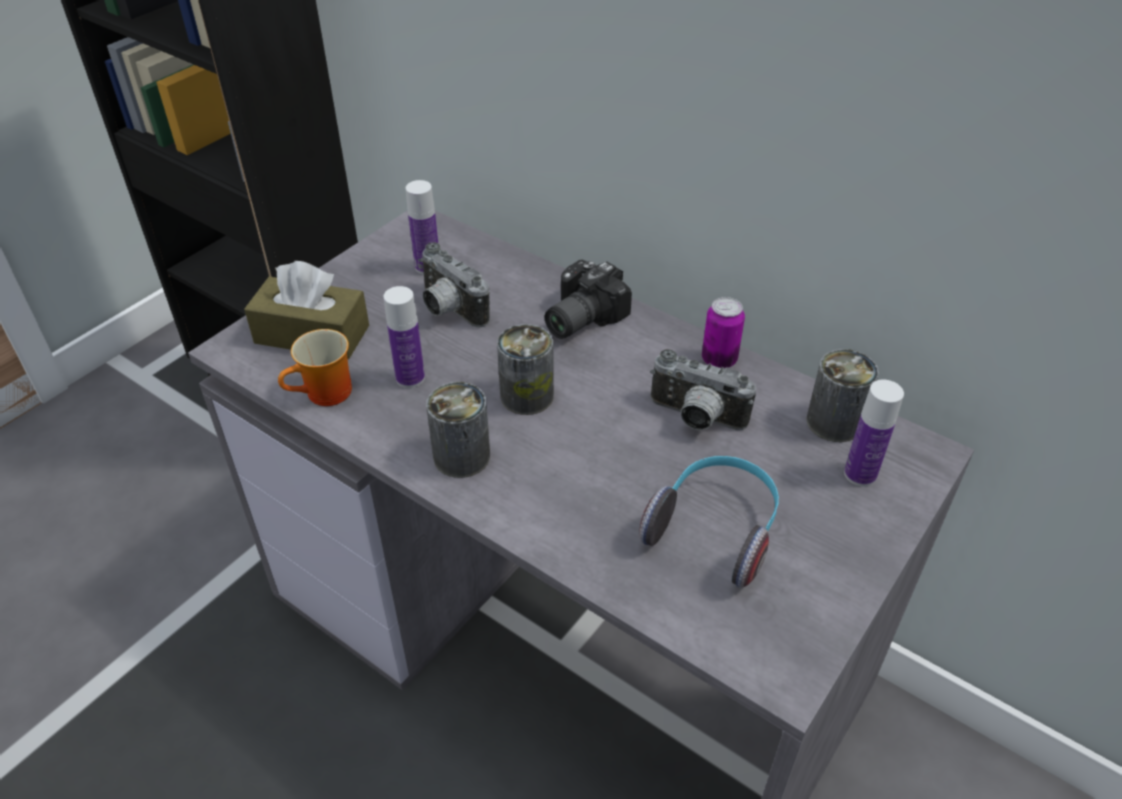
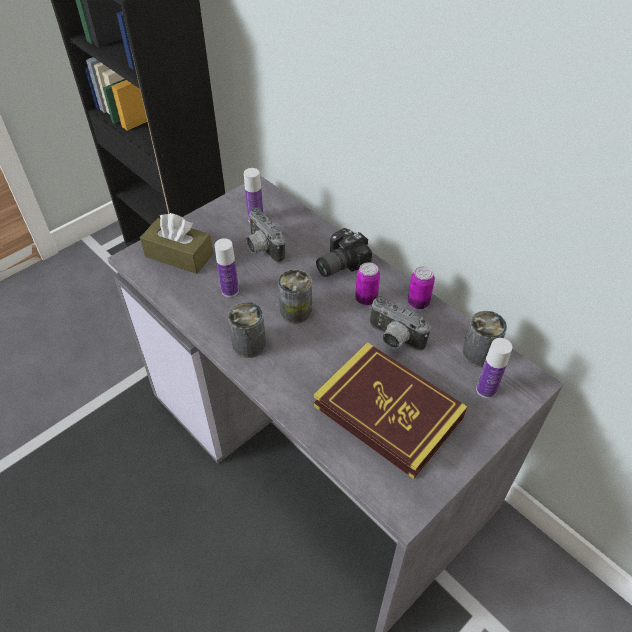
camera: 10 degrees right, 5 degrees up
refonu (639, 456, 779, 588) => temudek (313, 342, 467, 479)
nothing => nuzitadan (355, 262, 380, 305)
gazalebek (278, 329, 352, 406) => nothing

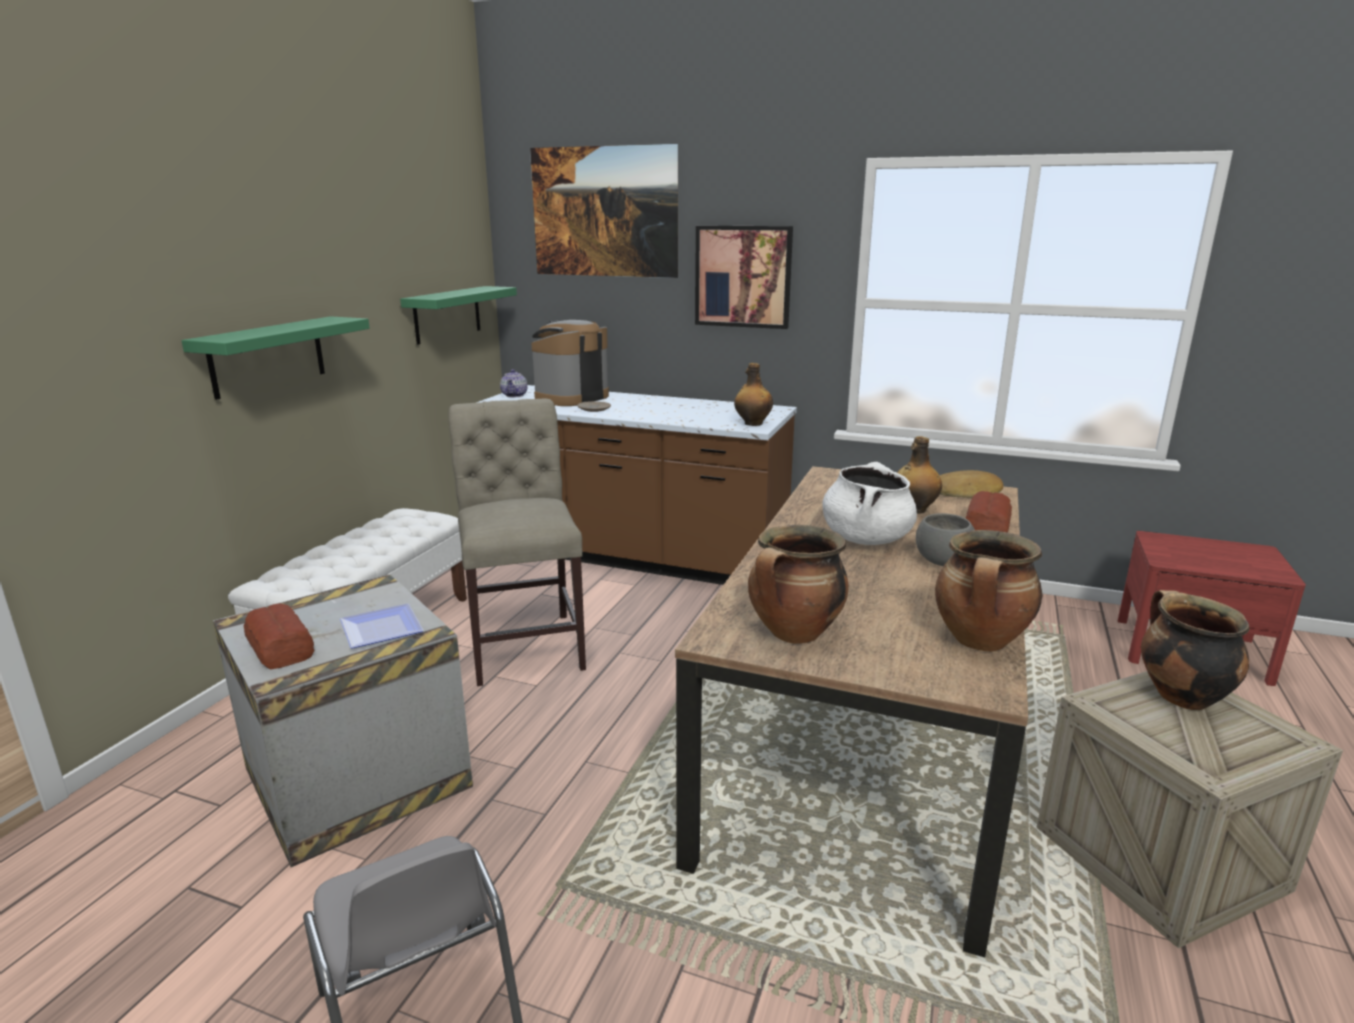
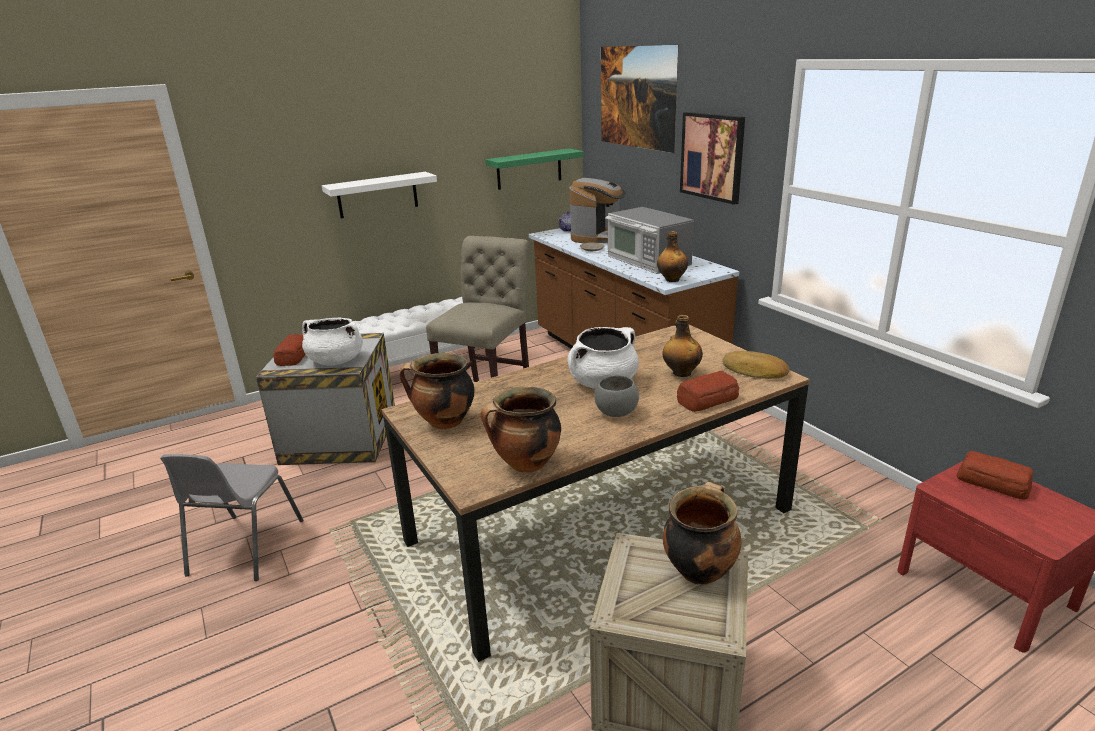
camera: 40 degrees right, 5 degrees up
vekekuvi (340, 604, 424, 649) => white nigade (302, 318, 363, 366)
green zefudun (181, 316, 370, 400) => white zefudun (322, 172, 437, 218)
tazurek (531, 320, 609, 406) => tazurek (569, 178, 626, 244), 135 degrees clockwise
nothing => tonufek (605, 207, 694, 274)
nothing => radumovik (957, 451, 1033, 500)

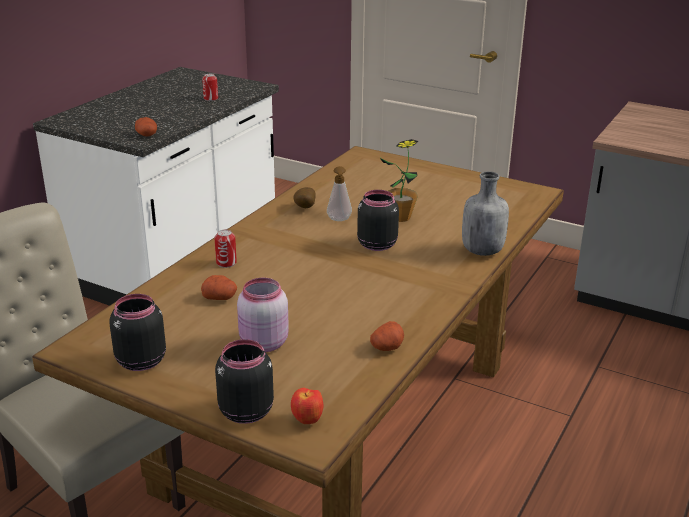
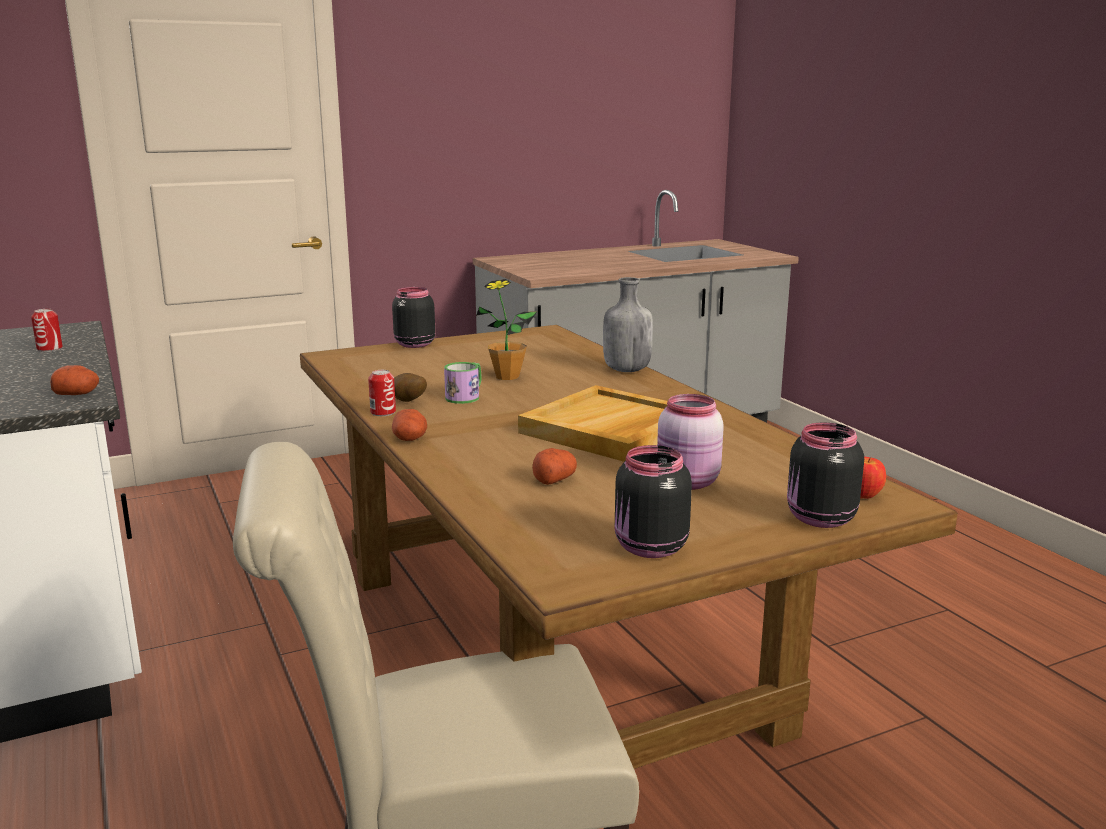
camera: 55 degrees left, 10 degrees down
nuzitadan (215, 230, 237, 268) => nuzitadan (368, 370, 396, 416), move
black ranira (357, 190, 399, 251) => black ranira (392, 287, 435, 348), move
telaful (370, 321, 404, 351) => telaful (392, 409, 427, 441), move
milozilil (327, 166, 352, 221) => gazalebek (444, 362, 482, 404)
nothing => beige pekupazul (518, 385, 668, 462)

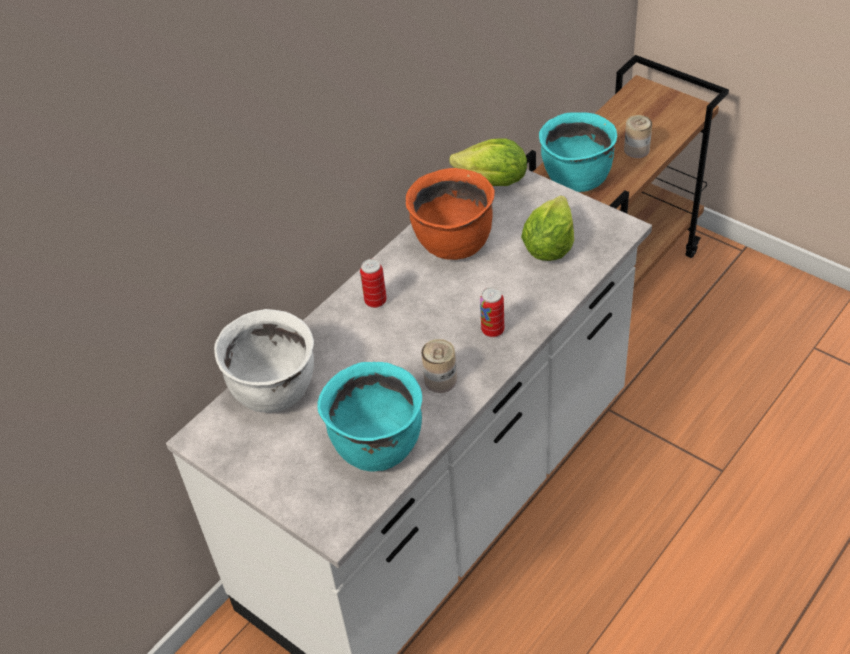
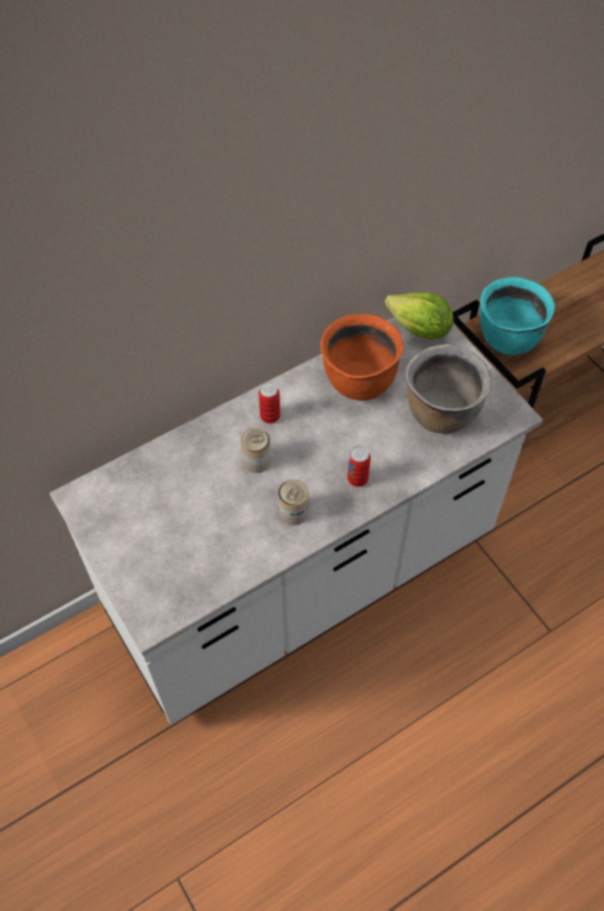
camera: 15 degrees right, 10 degrees up
nuzitadan (624, 115, 652, 158) => nuzitadan (240, 428, 271, 473), move
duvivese (521, 196, 574, 261) => brown nigade (406, 344, 491, 434)
white nigade (214, 309, 314, 413) => nothing
turquoise nigade (318, 362, 422, 472) => nothing

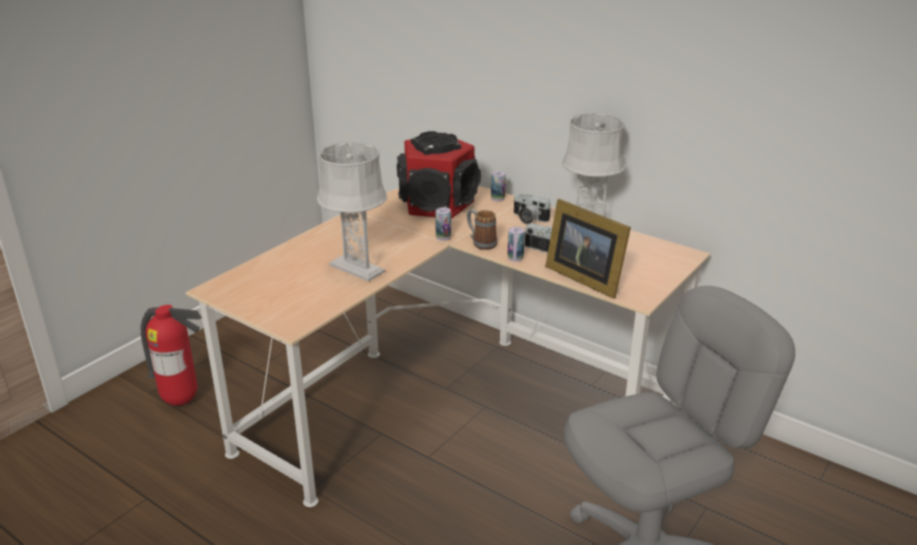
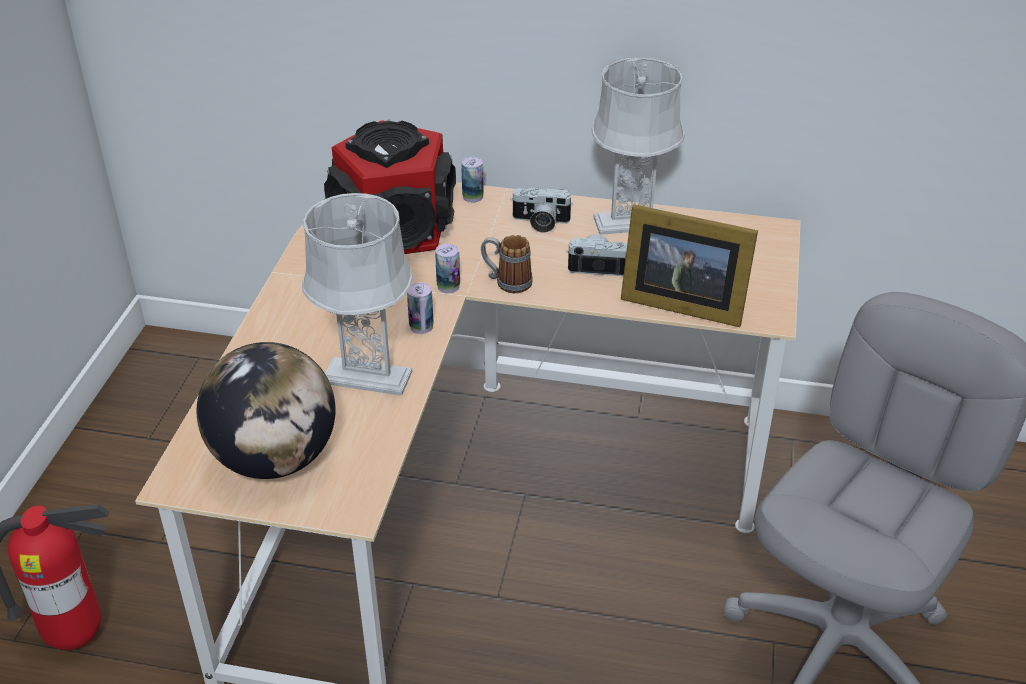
camera: 25 degrees left, 10 degrees up
nothing => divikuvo (197, 342, 336, 479)
nuzitadan (508, 227, 525, 262) => nuzitadan (407, 282, 434, 334), move

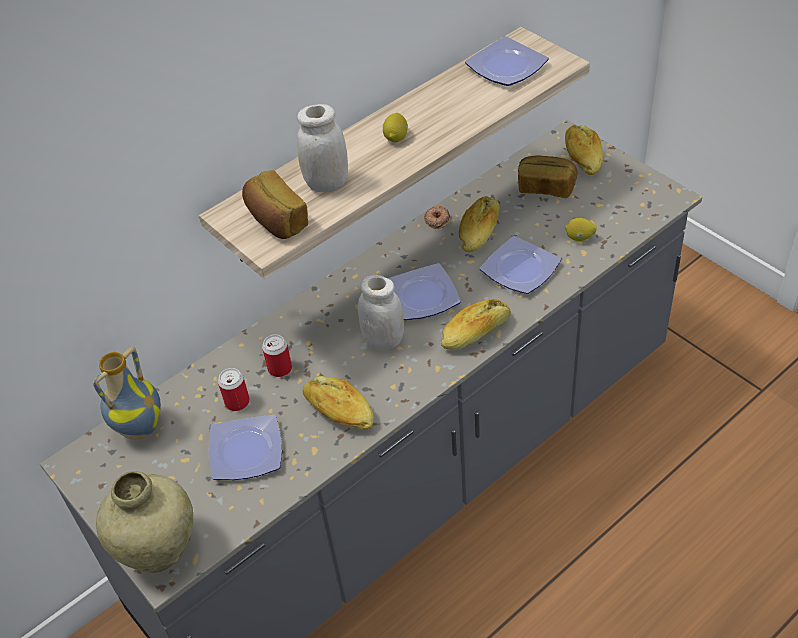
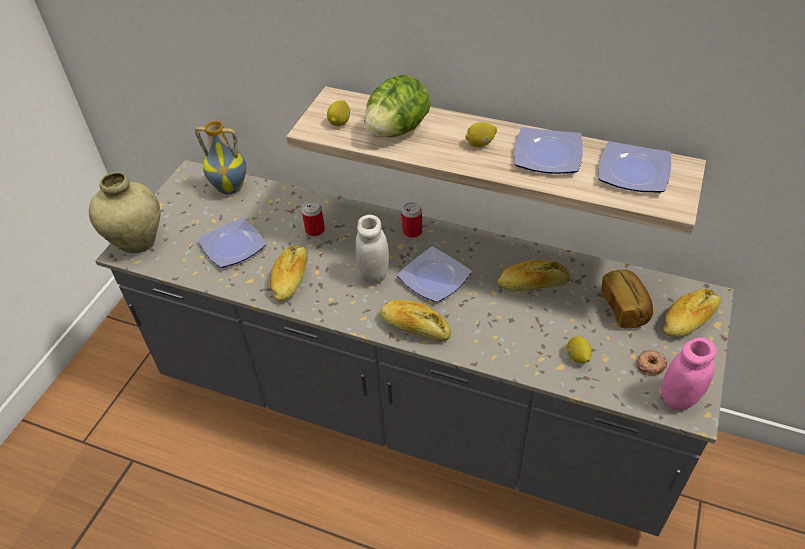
camera: 60 degrees right, 0 degrees up
radumovik (242, 170, 308, 239) => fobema (327, 100, 350, 126)
white ranira (297, 104, 348, 192) => duvivese (364, 75, 431, 137)
nuzitadan (218, 368, 250, 411) => nuzitadan (402, 202, 422, 238), move
vekekuvi (480, 236, 561, 294) => vekekuvi (514, 127, 583, 174), move
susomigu (424, 206, 450, 229) => susomigu (637, 350, 667, 376), move
nothing => pink ranira (662, 337, 717, 410)

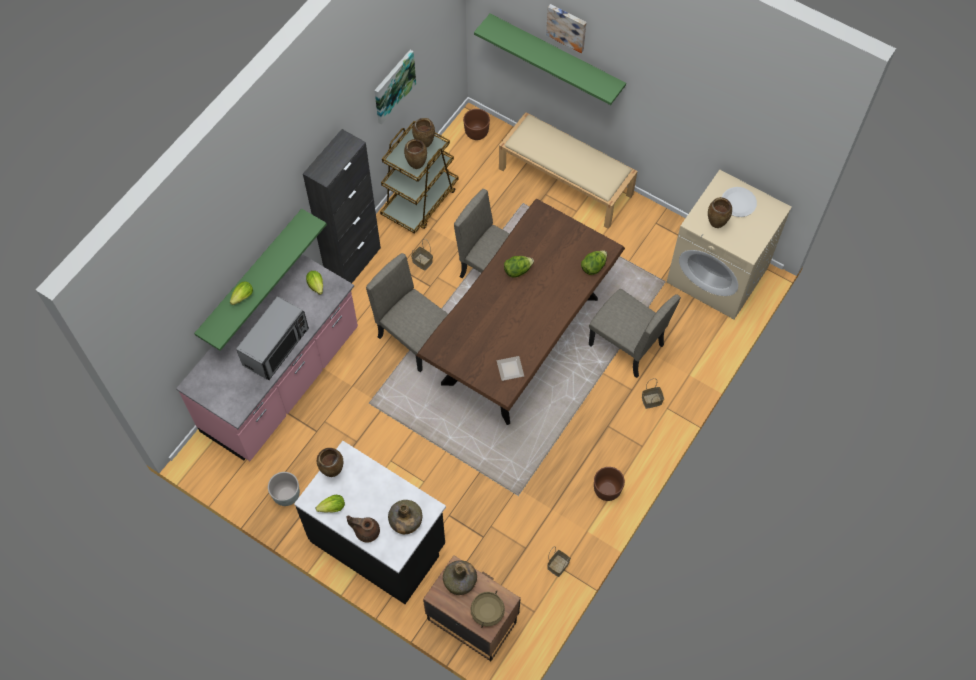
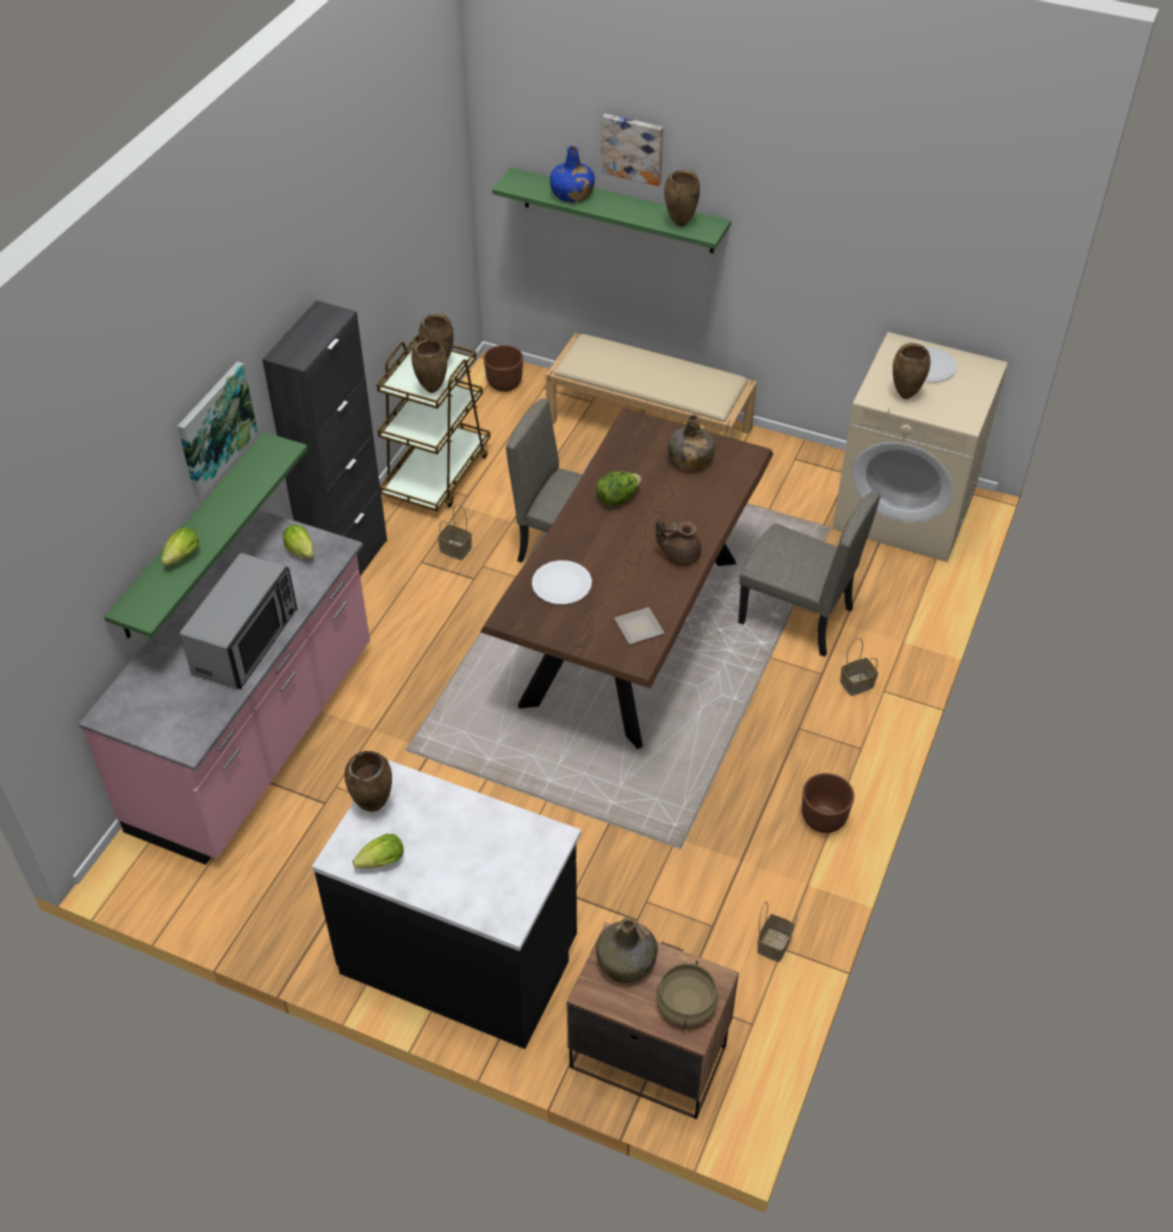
camera: 10 degrees left, 15 degrees down
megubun (374, 50, 416, 124) => megubun (177, 362, 258, 498), move
nothing => white vekekuvi (532, 560, 592, 605)
nothing => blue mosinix (550, 146, 595, 203)
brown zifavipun (346, 515, 380, 543) => brown zifavipun (656, 519, 701, 566), move
nothing => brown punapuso (664, 170, 700, 227)
green mosinix (388, 500, 422, 534) => green mosinix (668, 415, 715, 471), move
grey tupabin (268, 472, 300, 506) => nothing
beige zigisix (366, 253, 448, 372) => nothing
duvivese (581, 250, 607, 275) => nothing

